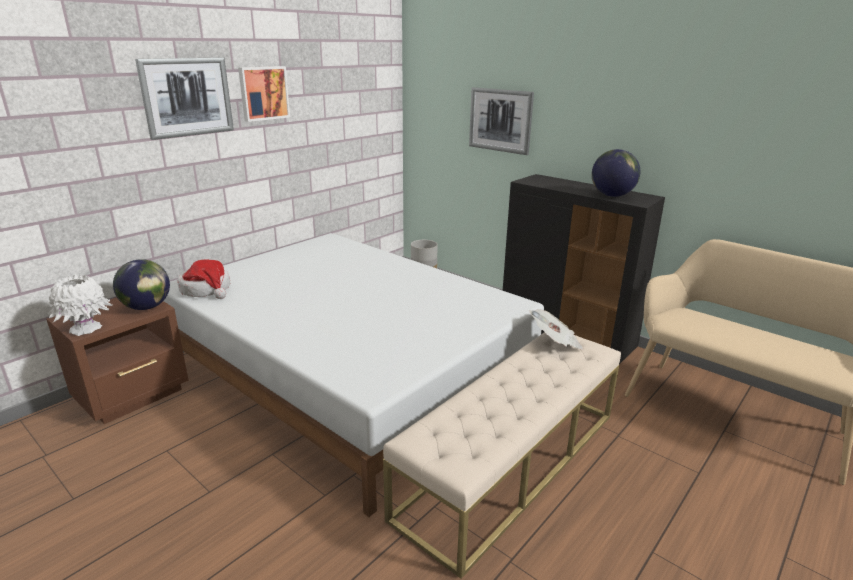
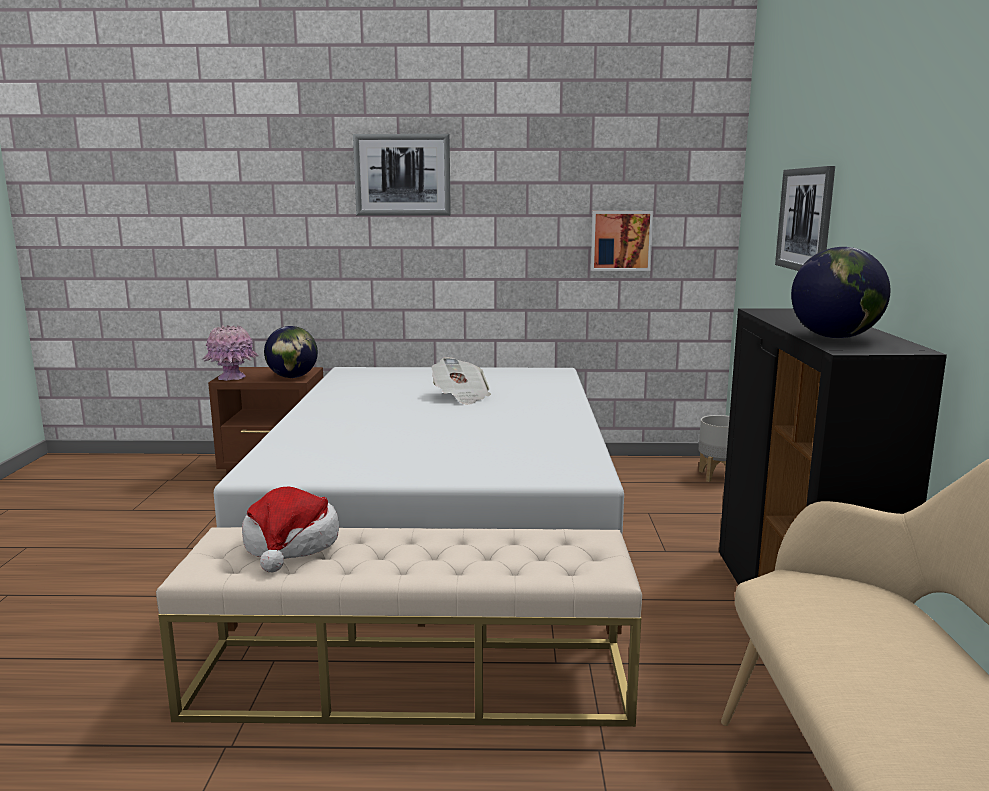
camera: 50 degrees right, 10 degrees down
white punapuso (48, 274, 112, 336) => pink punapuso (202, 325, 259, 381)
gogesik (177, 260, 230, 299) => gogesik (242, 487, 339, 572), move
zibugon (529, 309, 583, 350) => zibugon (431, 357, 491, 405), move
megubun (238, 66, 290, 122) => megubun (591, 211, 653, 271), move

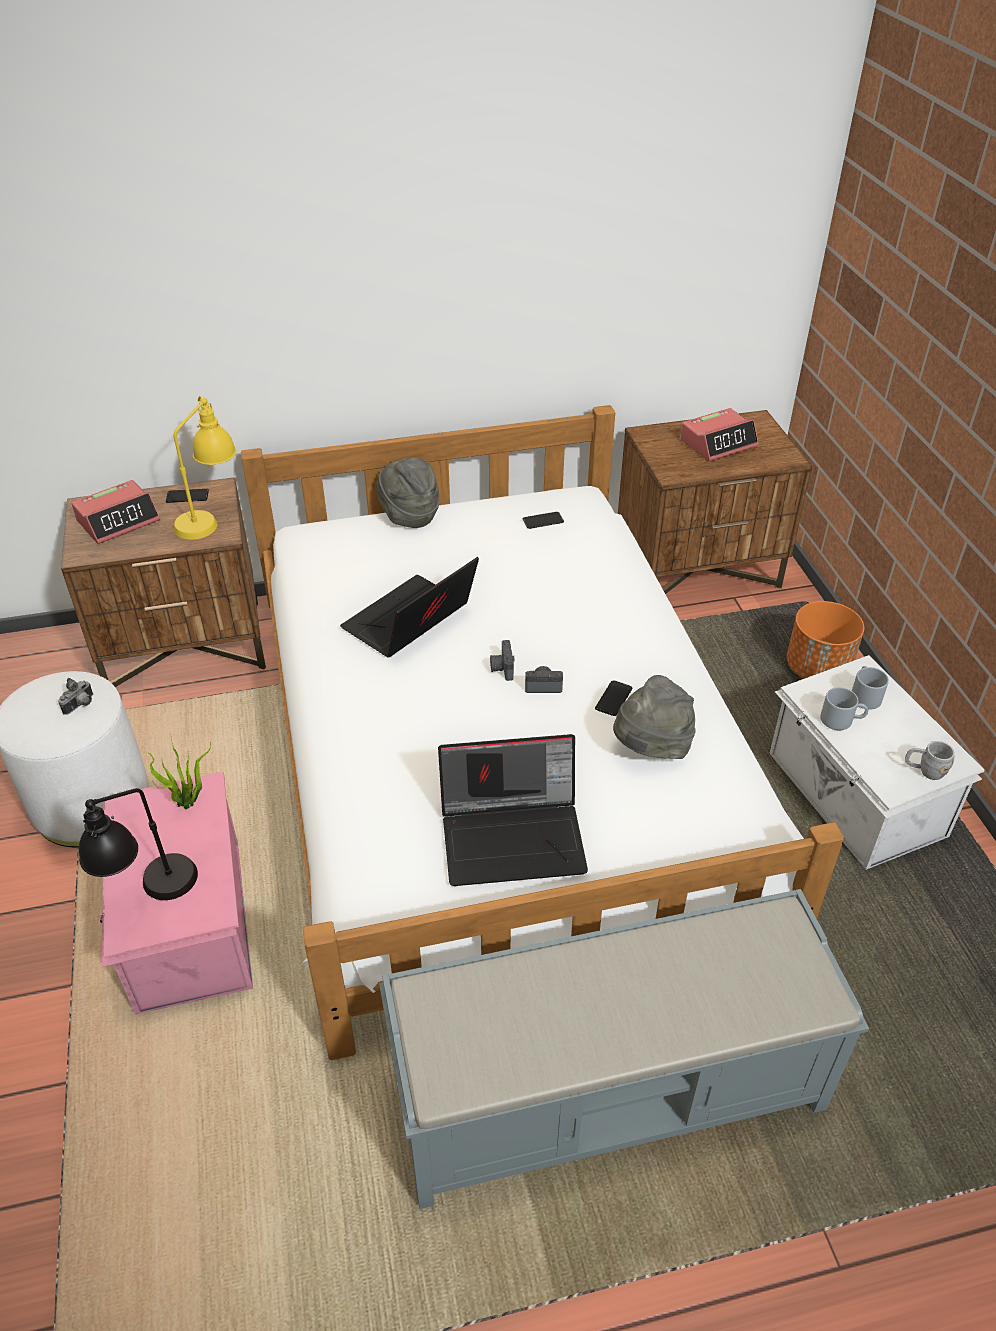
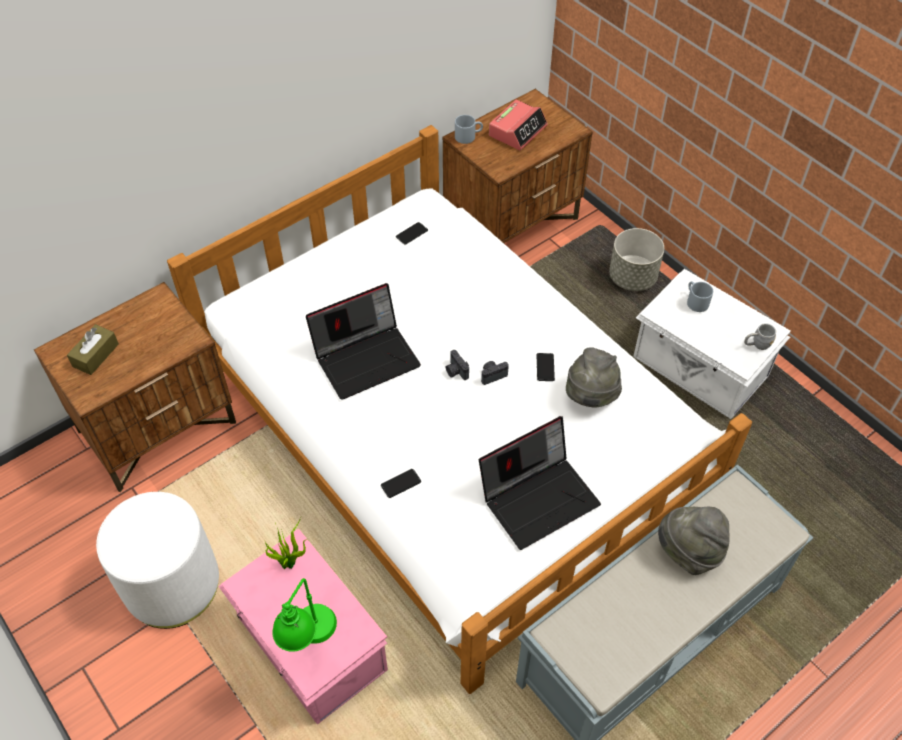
camera: 25 degrees left, 10 degrees up
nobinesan (72, 480, 160, 544) => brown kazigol (67, 324, 119, 375)
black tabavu (79, 788, 198, 900) => green tabavu (272, 578, 337, 652)
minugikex (340, 557, 479, 657) => minugikex (306, 283, 421, 400), 135 degrees counterclockwise
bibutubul (166, 489, 209, 503) => bibutubul (381, 469, 421, 498), move
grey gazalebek (820, 687, 868, 730) => grey gazalebek (455, 115, 483, 144), move
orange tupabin (787, 601, 864, 679) => grey tupabin (609, 228, 664, 291)
grey gogesik (376, 457, 440, 528) => grey gogesik (658, 507, 730, 575), move
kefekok (58, 678, 93, 715) => nothing
yellow tabavu (174, 396, 236, 540) => nothing

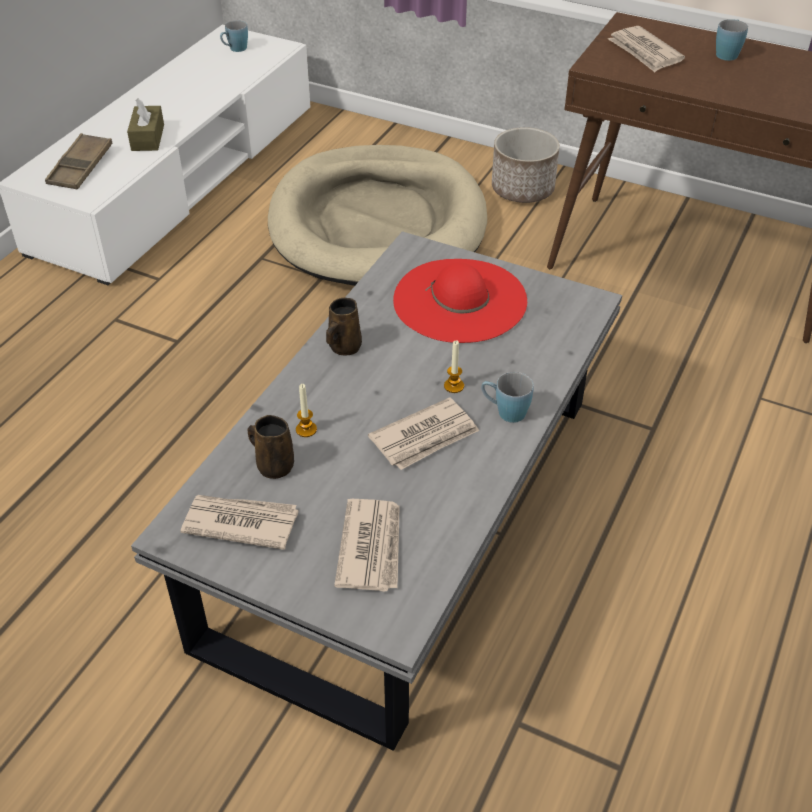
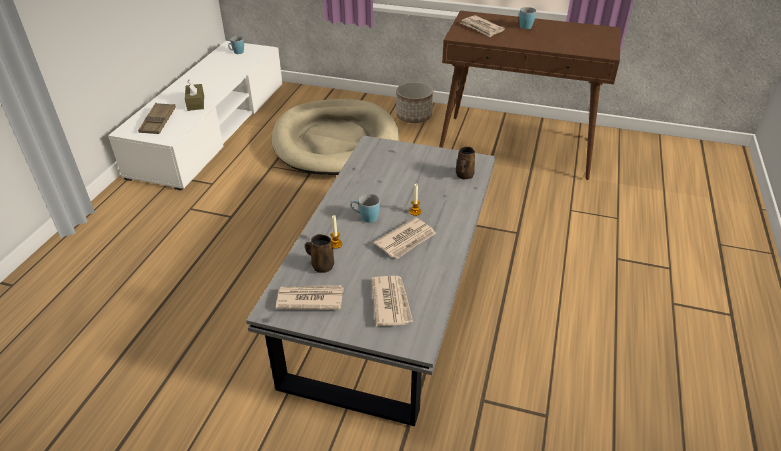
camera: 10 degrees left, 5 degrees down
blue gazalebek (481, 372, 534, 423) => blue gazalebek (350, 194, 380, 223), move
brown gazalebek (326, 298, 362, 356) => brown gazalebek (456, 147, 475, 179), move
red gogesik (393, 259, 527, 343) => nothing

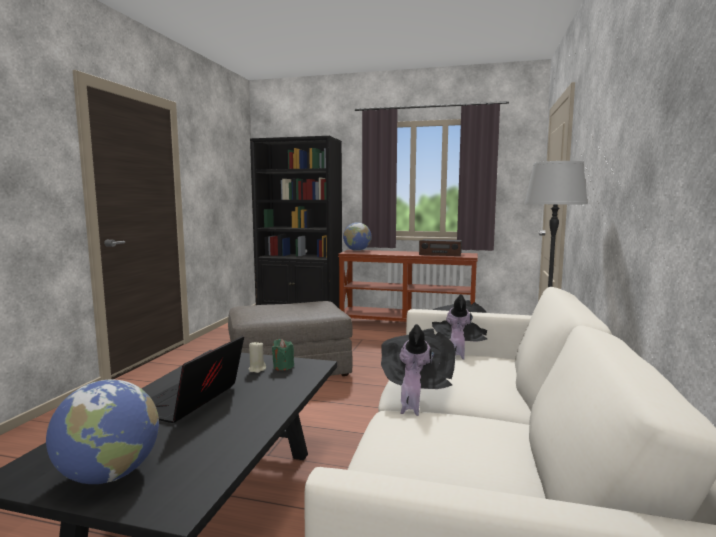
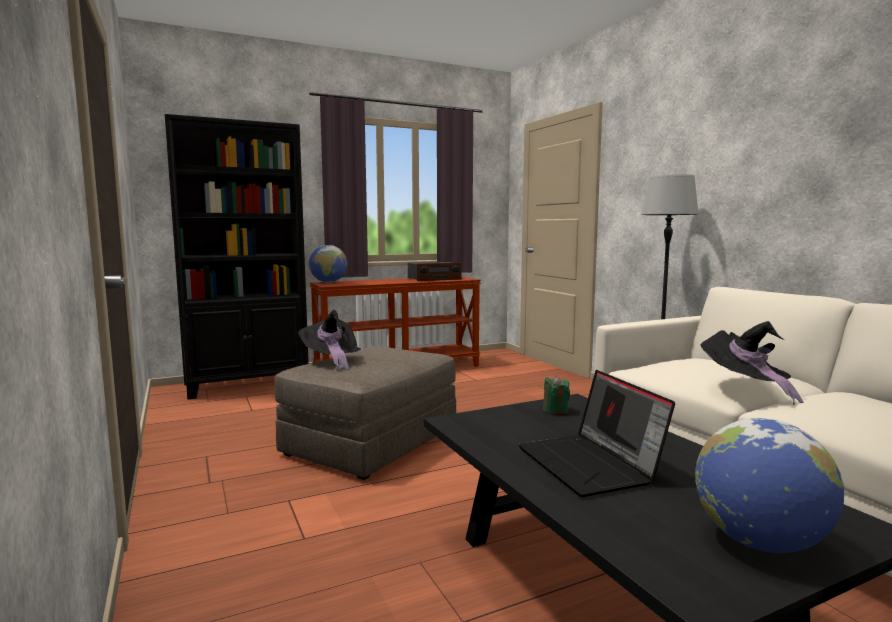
camera: 40 degrees left, 0 degrees up
black gogesik (432, 294, 487, 359) => black gogesik (298, 310, 361, 371), move
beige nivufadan (248, 341, 266, 373) => nothing

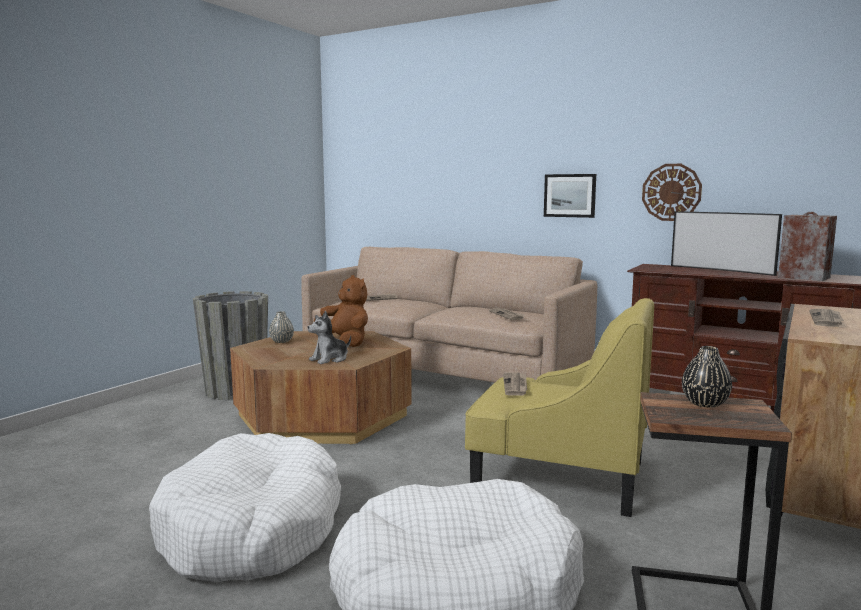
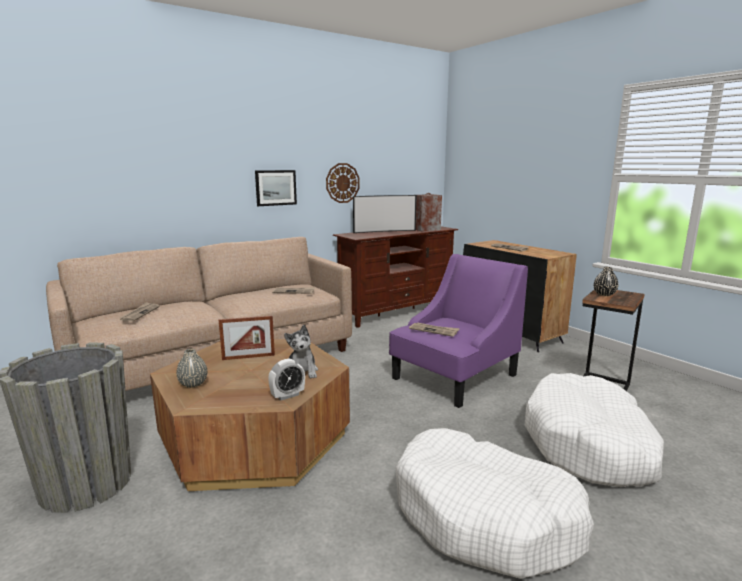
camera: 65 degrees left, 5 degrees up
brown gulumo (314, 275, 368, 347) => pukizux (219, 316, 275, 360)
nothing => nobinesan (268, 359, 305, 400)
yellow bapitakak (465, 298, 654, 517) => purple bapitakak (389, 254, 528, 408)

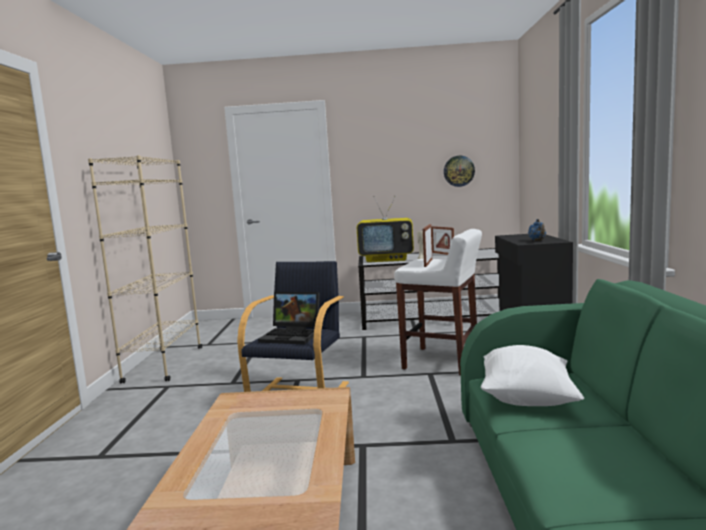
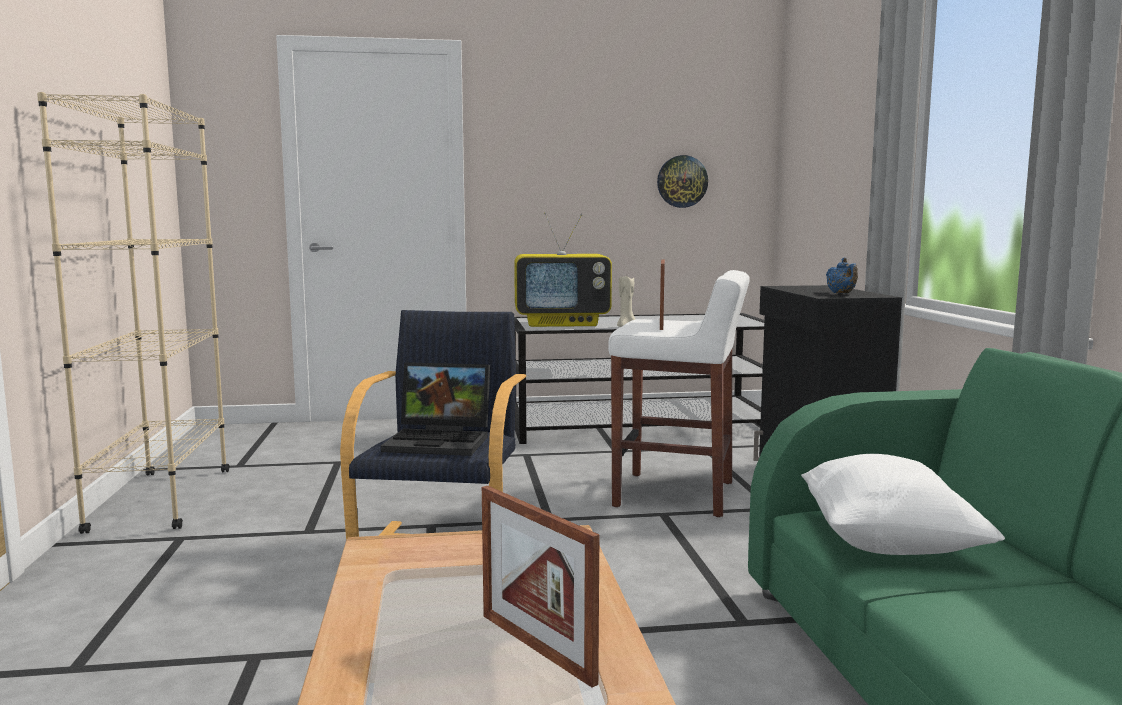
camera: 10 degrees left, 0 degrees up
pukizux (431, 226, 454, 255) => pukizux (482, 486, 599, 687), move

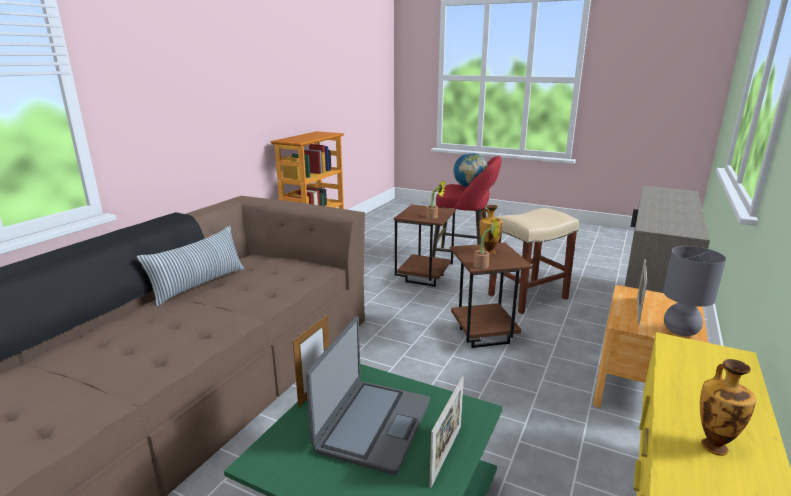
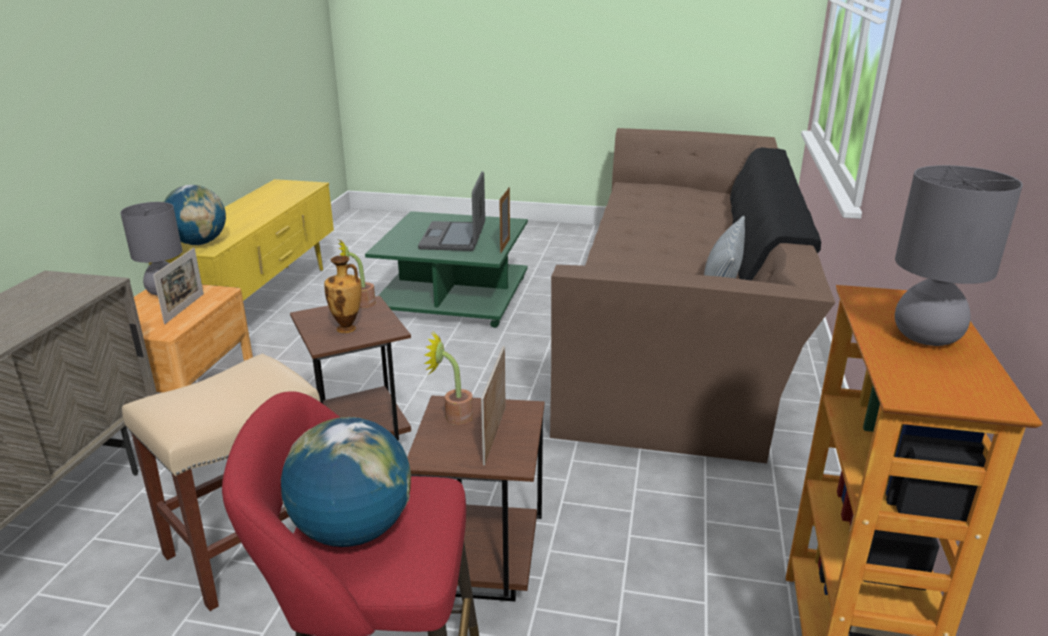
camera: 165 degrees right, 5 degrees up
nothing => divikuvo (164, 185, 226, 245)
pukizux (429, 376, 464, 488) => pukizux (481, 346, 506, 466), move
nothing => grey tabavu (895, 165, 1023, 346)
punapuso (700, 359, 756, 456) => nothing

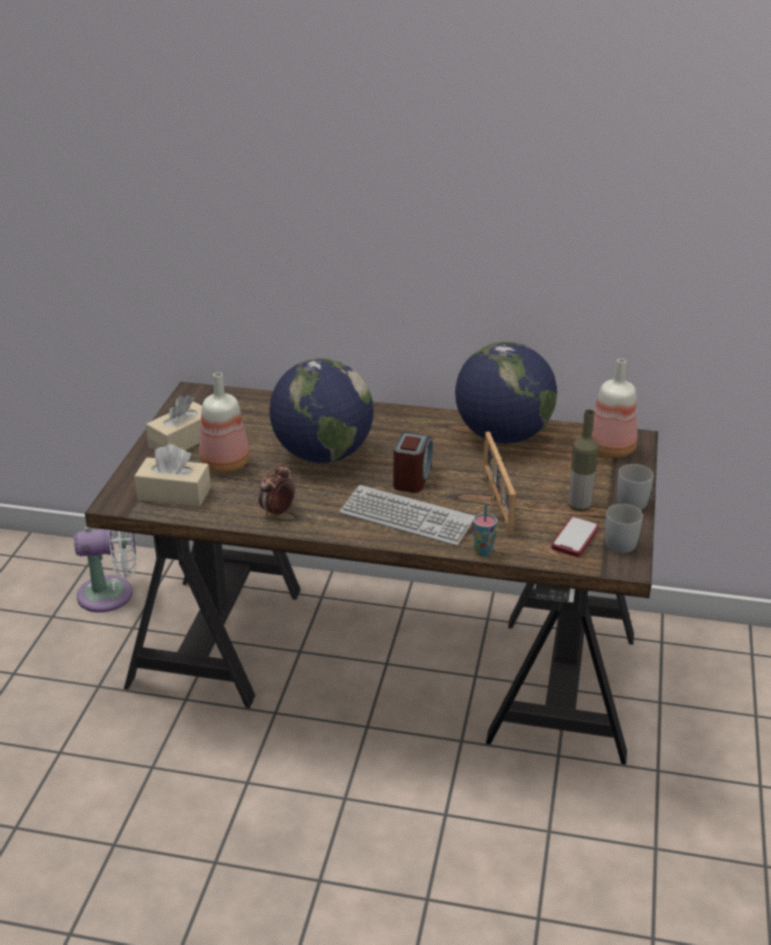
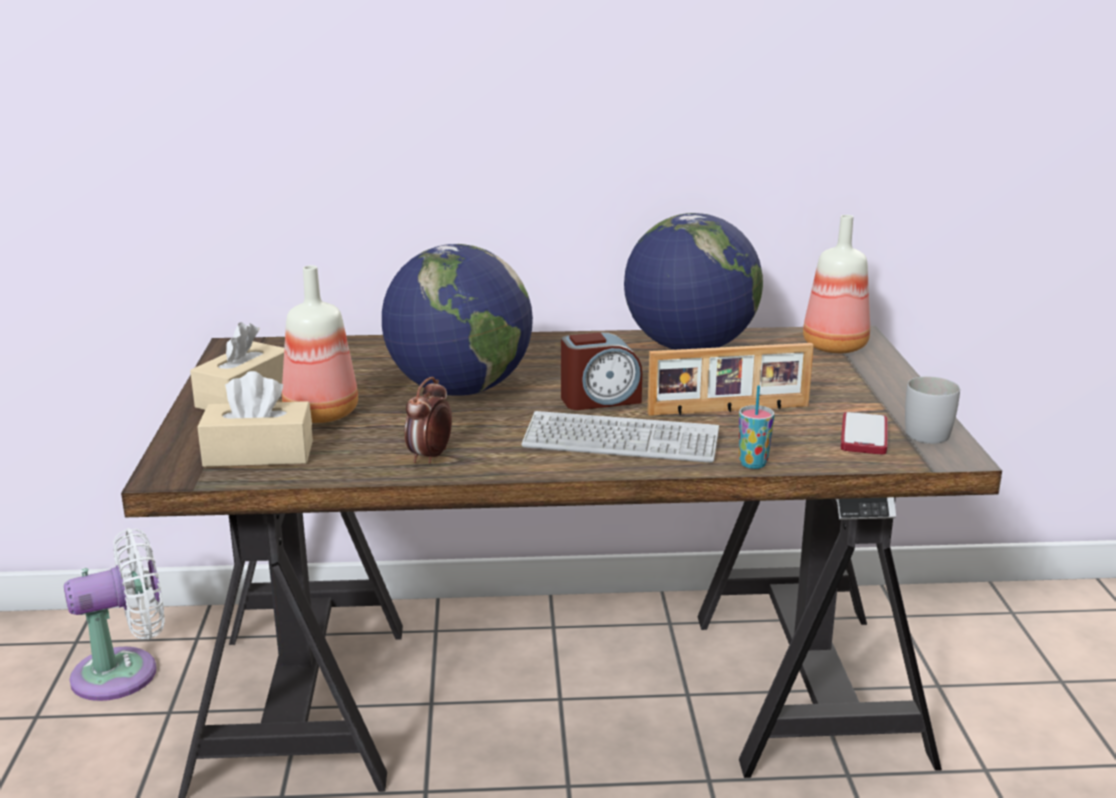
camera: 15 degrees left, 10 degrees down
nobinesan (393, 433, 433, 493) => nobinesan (561, 332, 642, 410), 75 degrees clockwise
pukizux (483, 432, 516, 535) => pukizux (647, 343, 814, 416), 75 degrees counterclockwise
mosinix (568, 409, 599, 511) => nothing
white gazalebek (617, 464, 654, 510) => nothing

